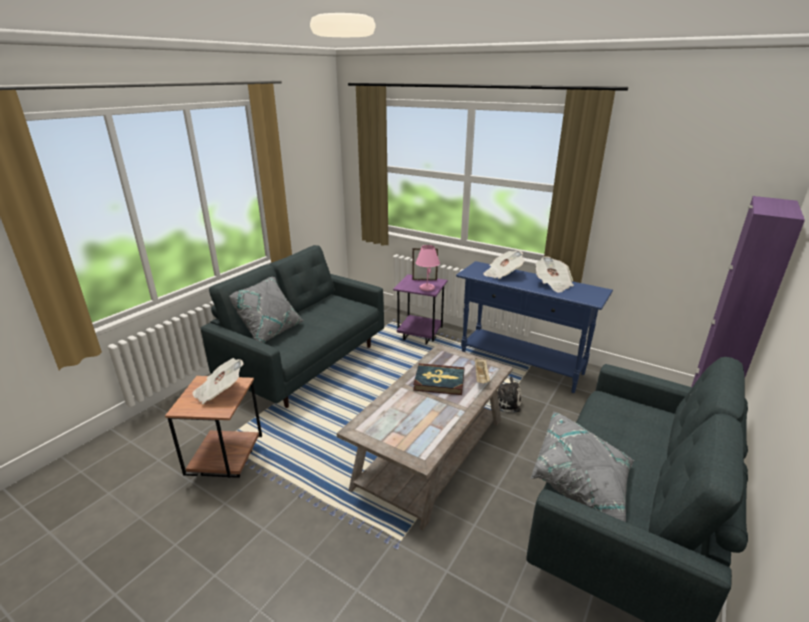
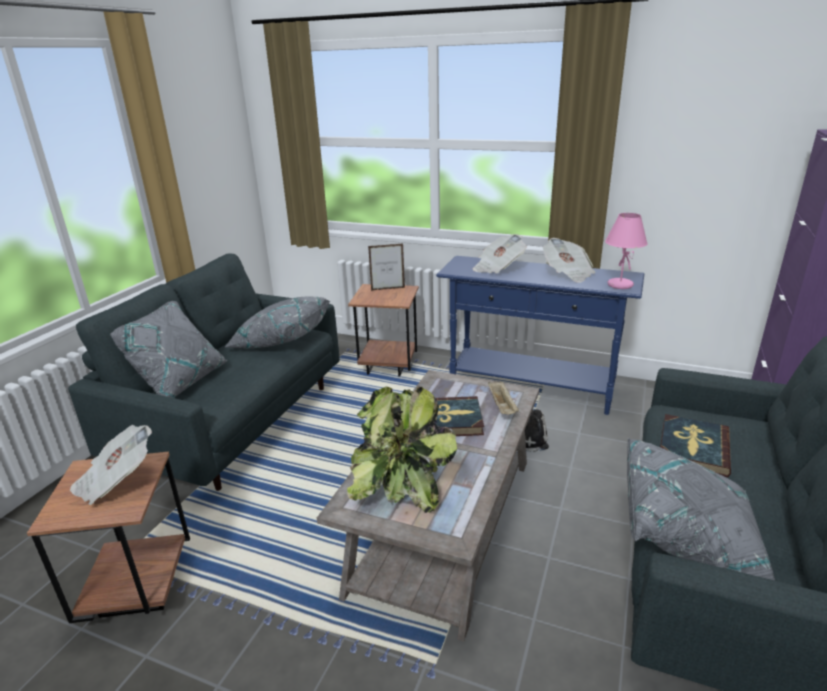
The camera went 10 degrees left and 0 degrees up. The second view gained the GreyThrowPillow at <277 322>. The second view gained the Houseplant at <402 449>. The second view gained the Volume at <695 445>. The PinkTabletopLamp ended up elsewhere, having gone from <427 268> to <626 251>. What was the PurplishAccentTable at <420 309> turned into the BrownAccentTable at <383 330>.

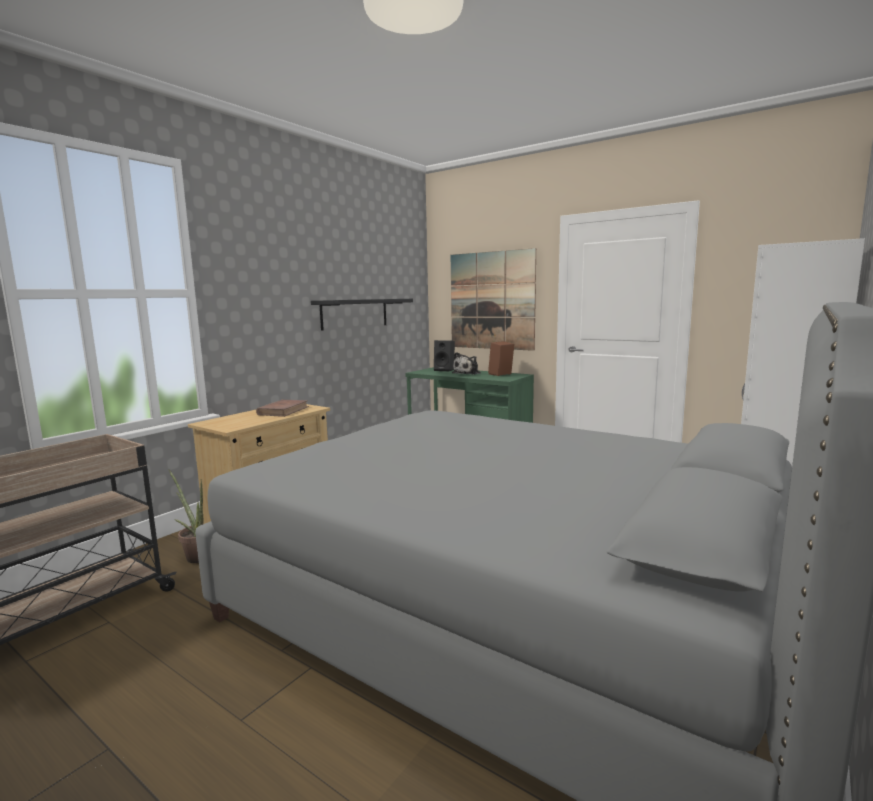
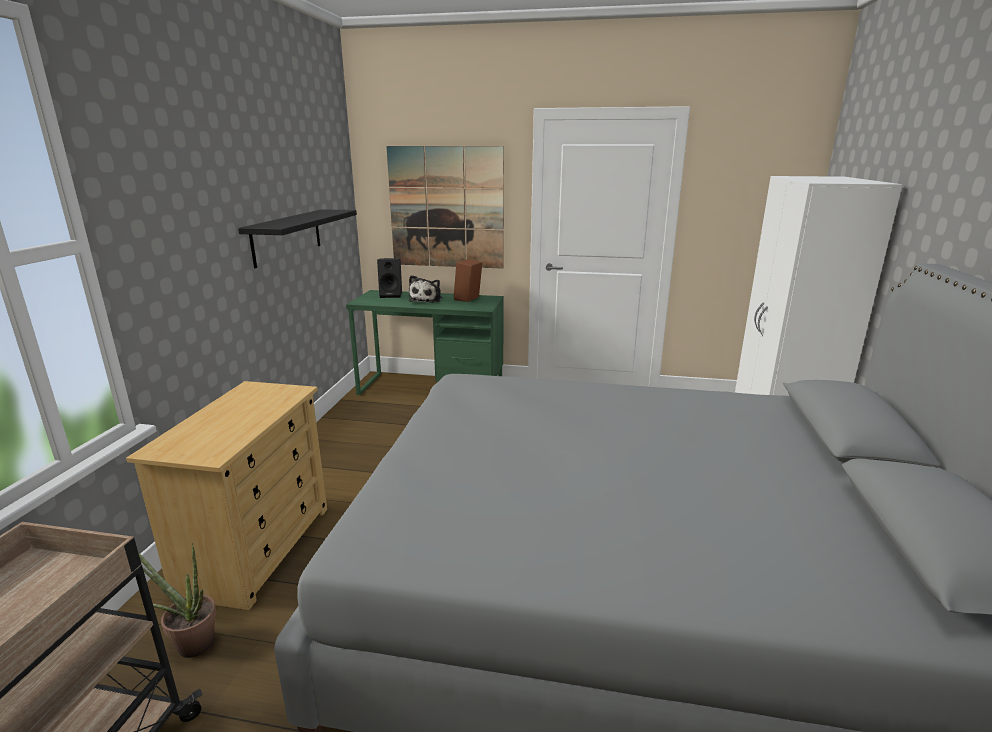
The camera went 25 degrees left and 10 degrees up. The second view lost the BrownVolume at <282 408>.

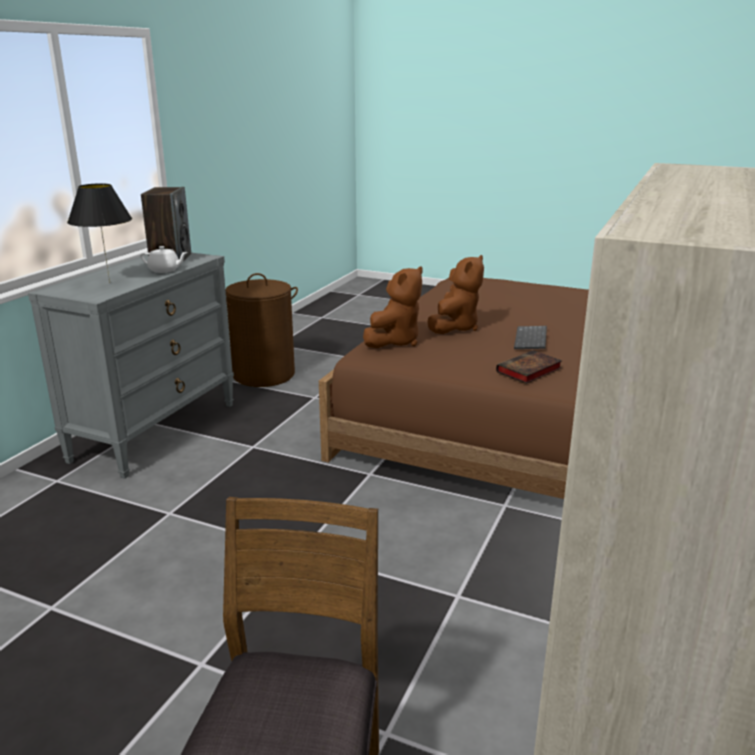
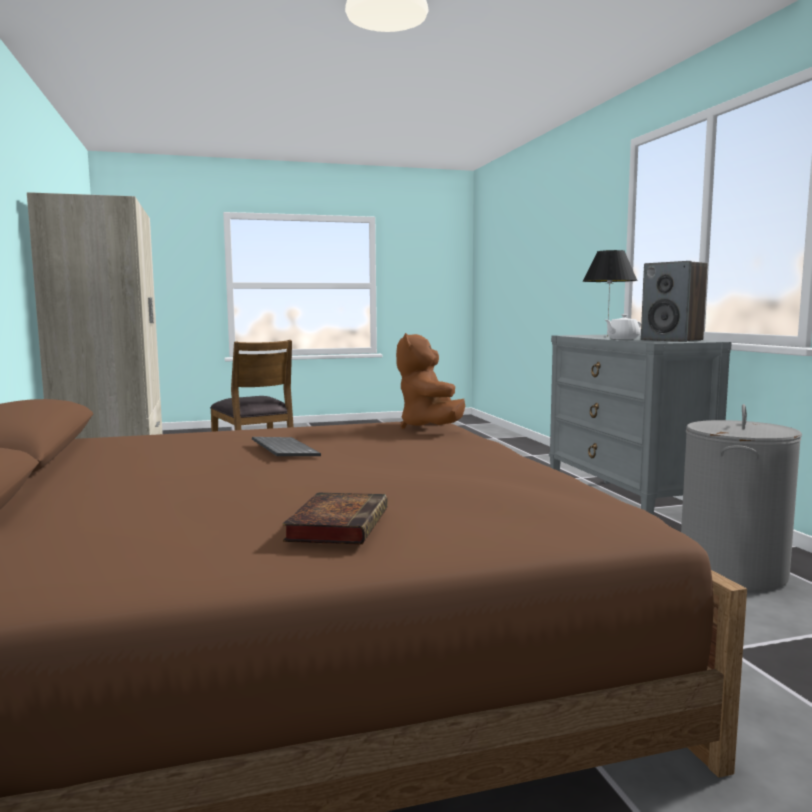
The camera went 140 degrees right and 15 degrees down. The second view lost the BrownPlushToy at <455 294>. The Volume ended up elsewhere, having gone from <529 367> to <335 519>. What was the BrownLaundryBasket at <261 330> turned into the GreyLaundryBasket at <741 497>.

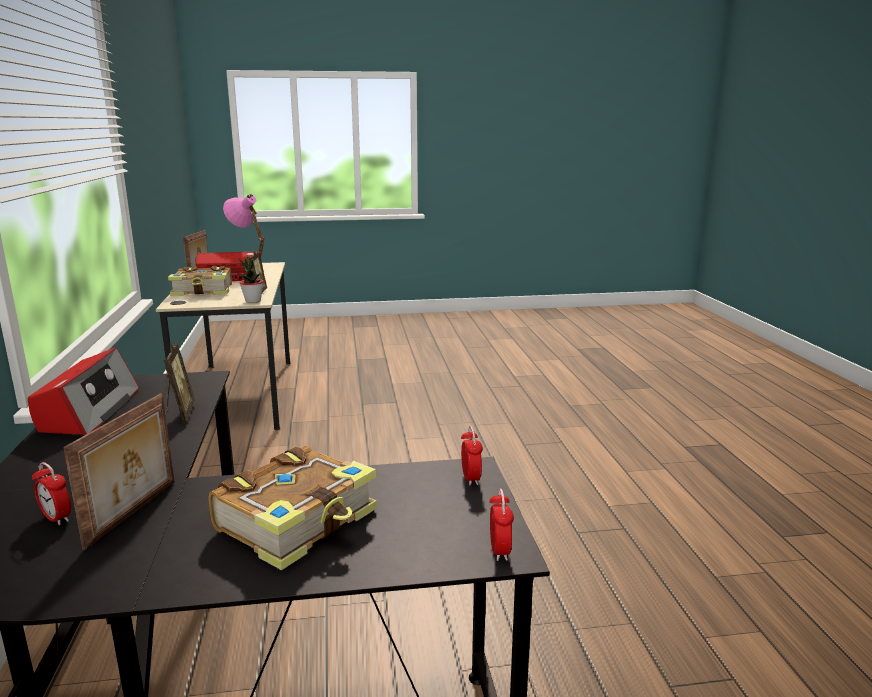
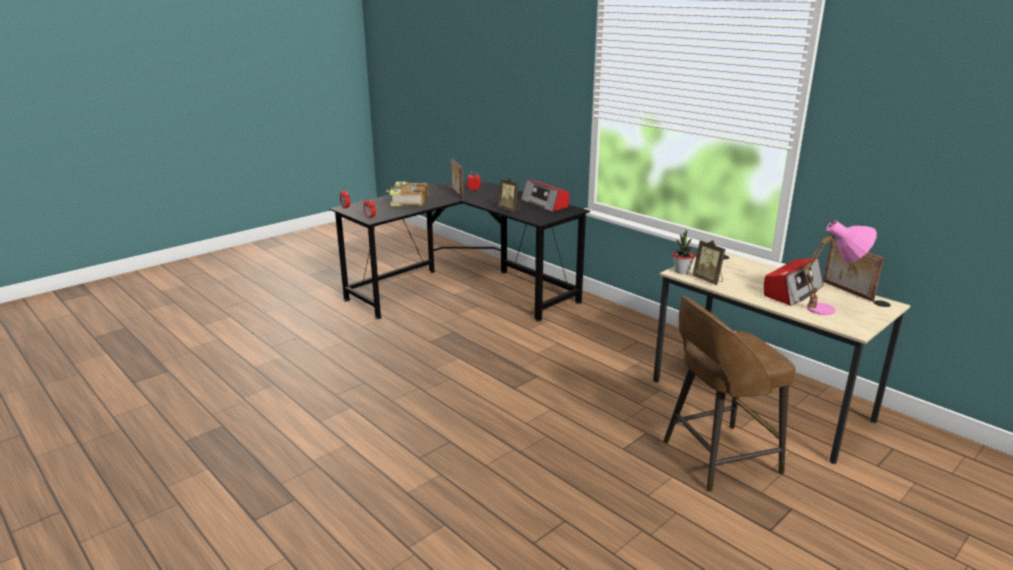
The camera went 145 degrees right and 5 degrees up. The second view lost the Volume at <200 281>. The second view gained the BrownStool at <729 394>.

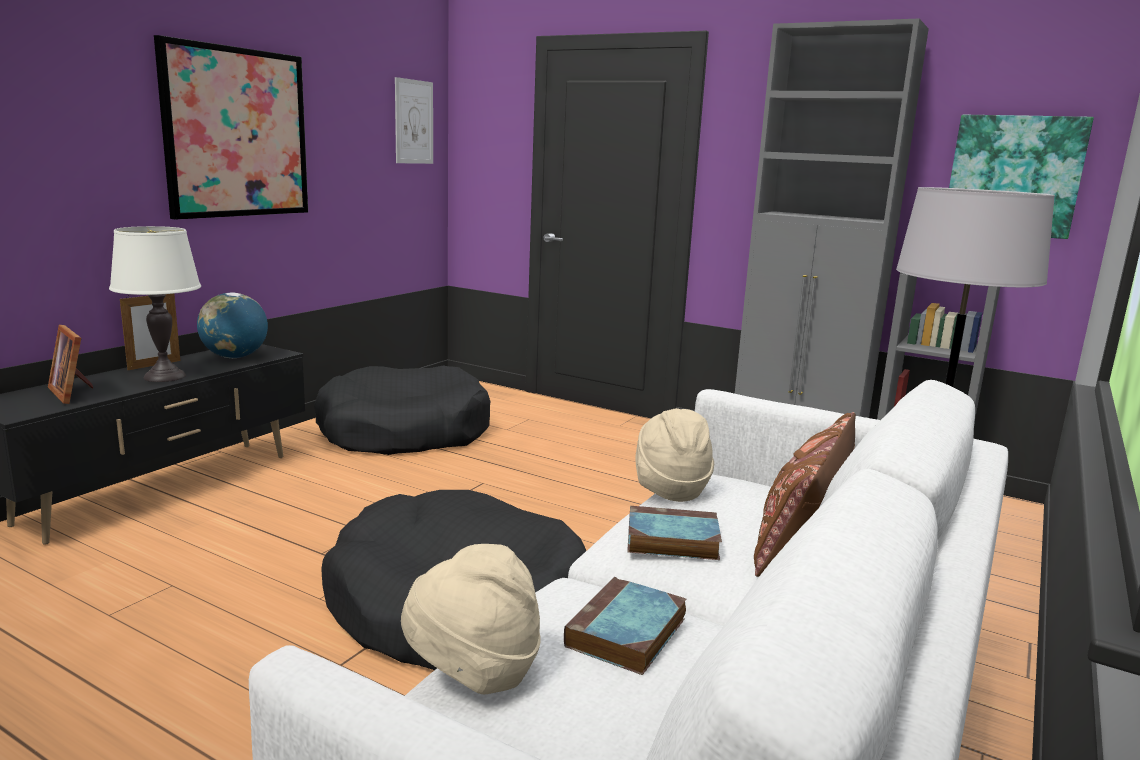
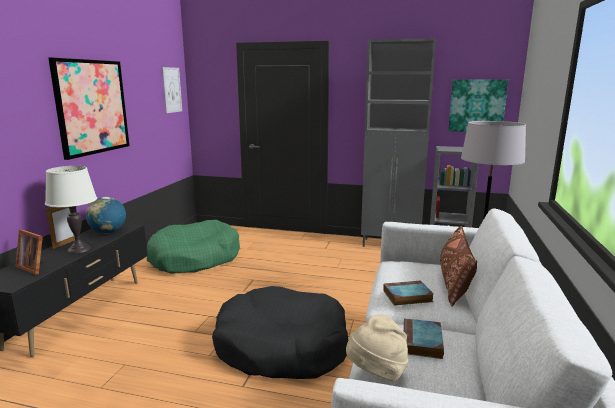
The camera went 15 degrees left and 0 degrees up. The second view lost the SandColouredWearableHat at <674 455>. What was the BlackColouredPetBed at <402 410> turned into the GreenColouredPetBed at <193 247>.

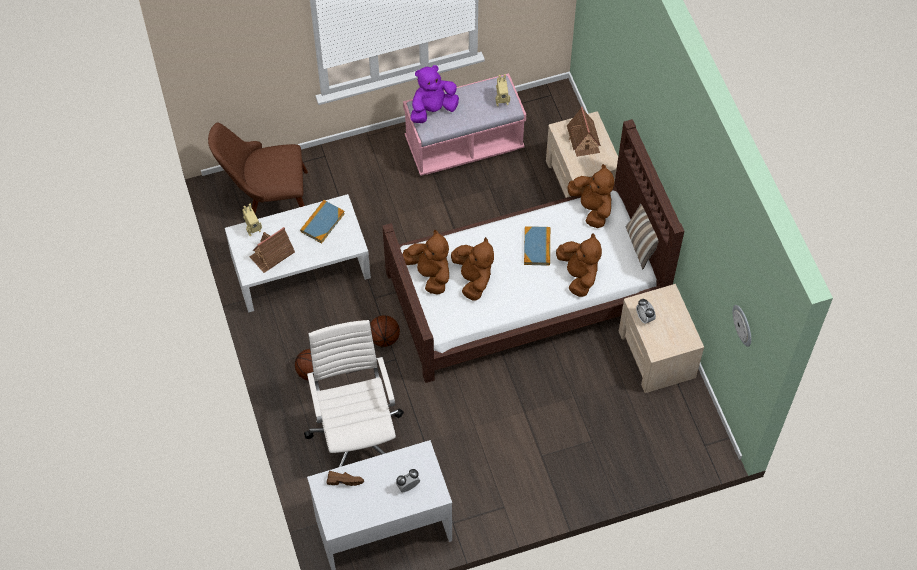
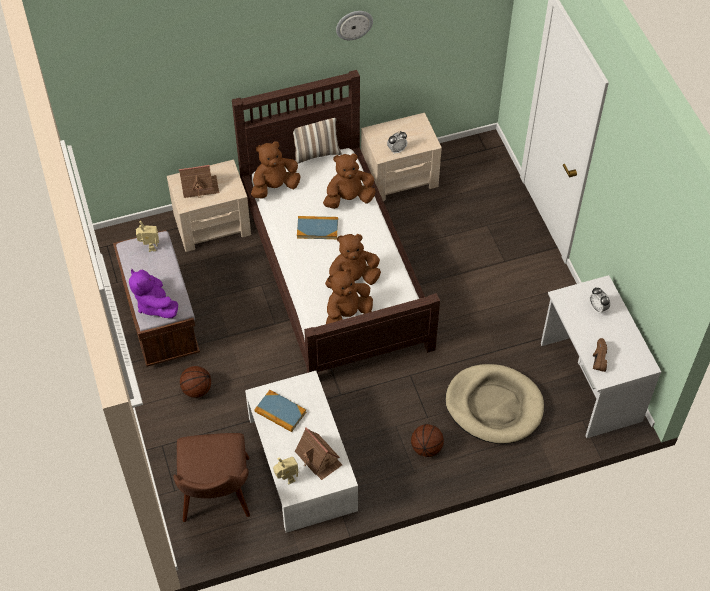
The camera went 90 degrees left and 5 degrees down. The Basketball ended up elsewhere, having gone from <385 331> to <195 382>. The WallClock ended up elsewhere, having gone from <742 326> to <354 25>. Where the WhitishOfficeChair stood at <354 393>, the SandColouredPetBed came to stand at <494 404>. What was the PinkIndoorBench at <464 124> turned into the BrownIndoorBench at <156 298>.

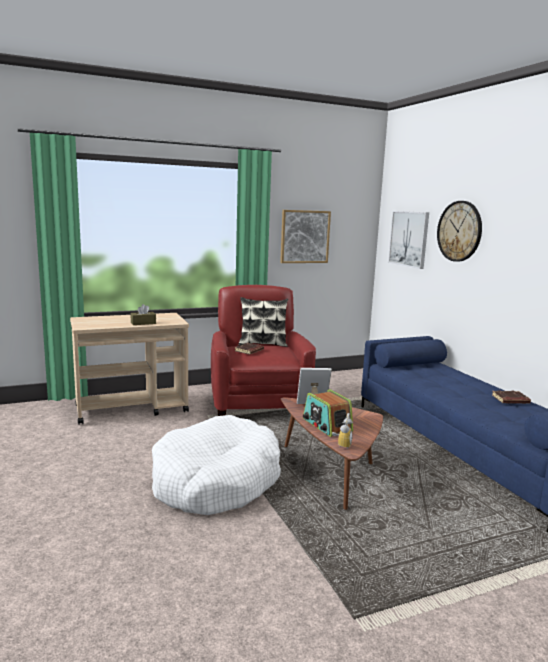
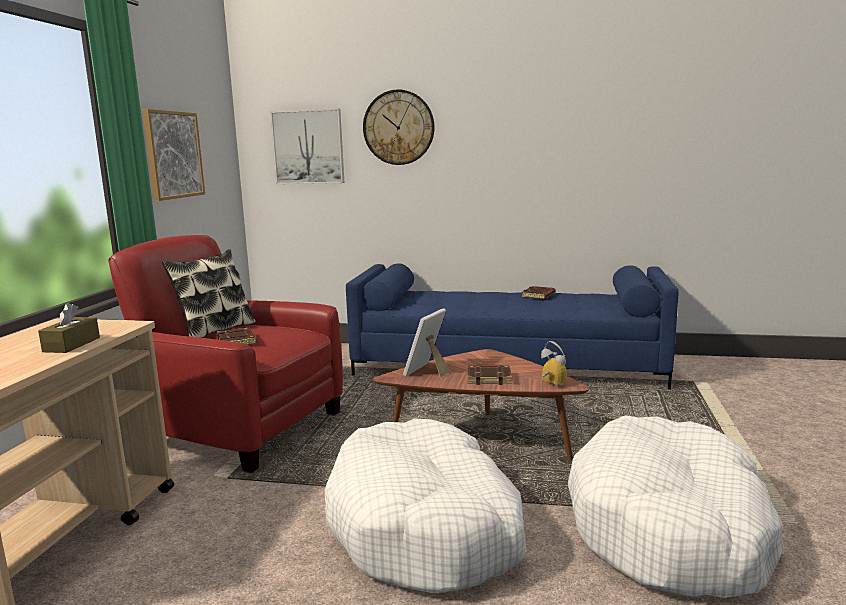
The camera went 55 degrees left and 0 degrees up. The second view gained the WhitishPetBed at <676 506>. Where the Radio stood at <328 413>, the BrownVolume came to stand at <489 375>.

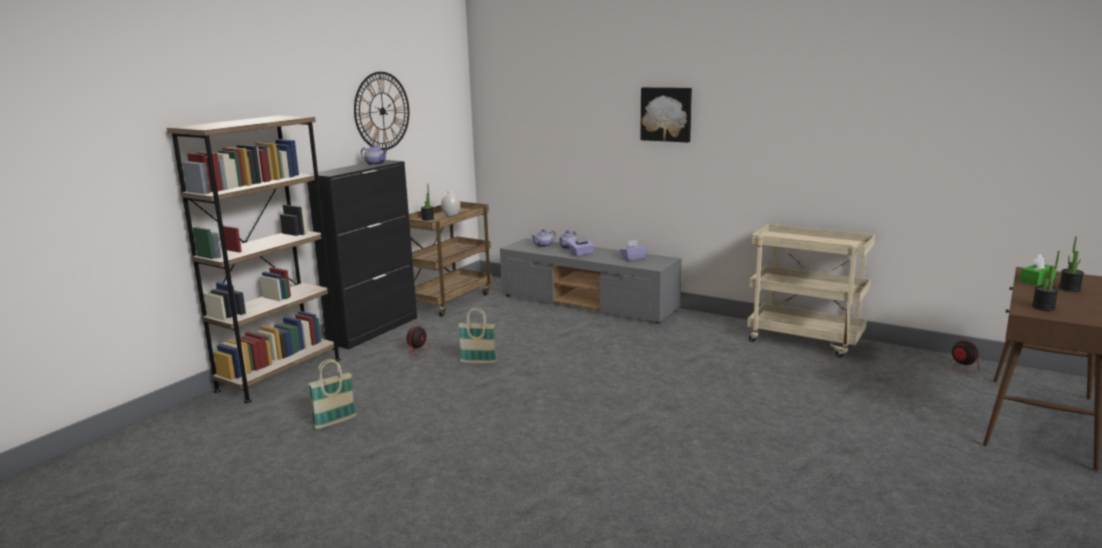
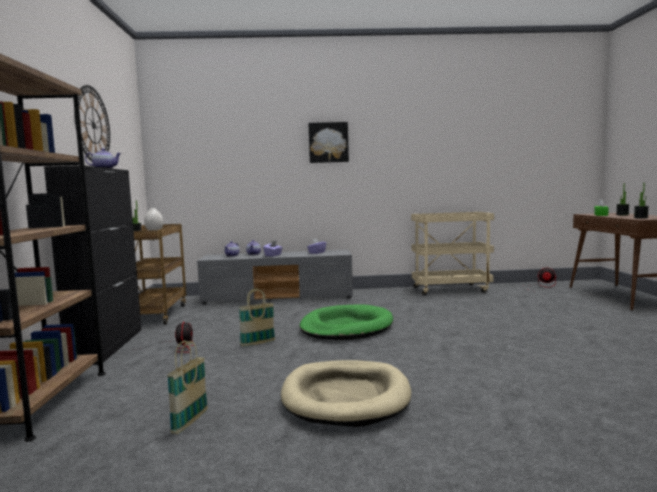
The camera went 35 degrees left and 10 degrees down. The second view gained the SandColouredPetBed at <346 393>. The second view gained the GreenColouredPetBed at <346 322>.

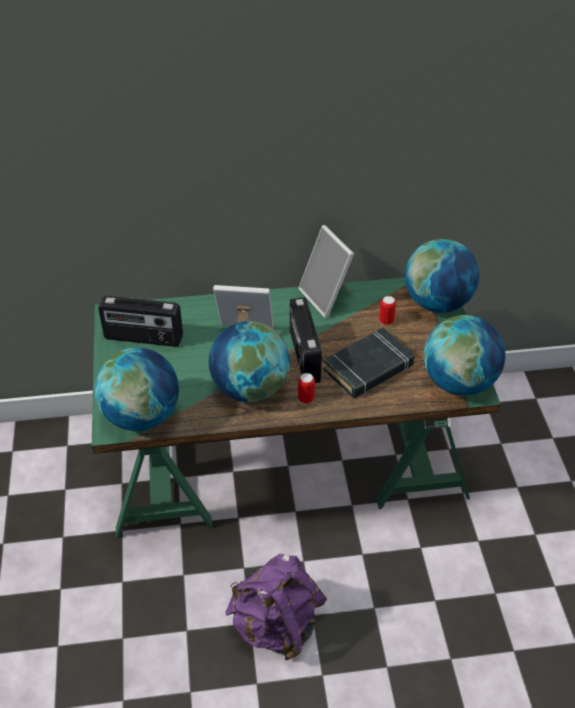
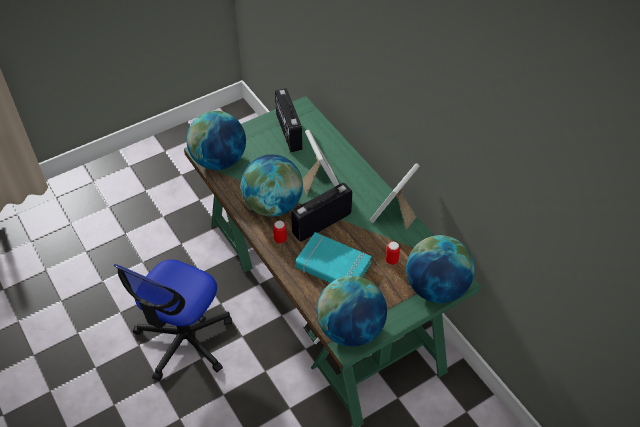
The camera went 65 degrees right and 5 degrees up. Where the PurplishBackpack stood at <276 607>, the OfficeChair came to stand at <173 320>. What was the BlackColouredVolume at <369 363> turned into the TurquoiseColouredVolume at <334 257>.

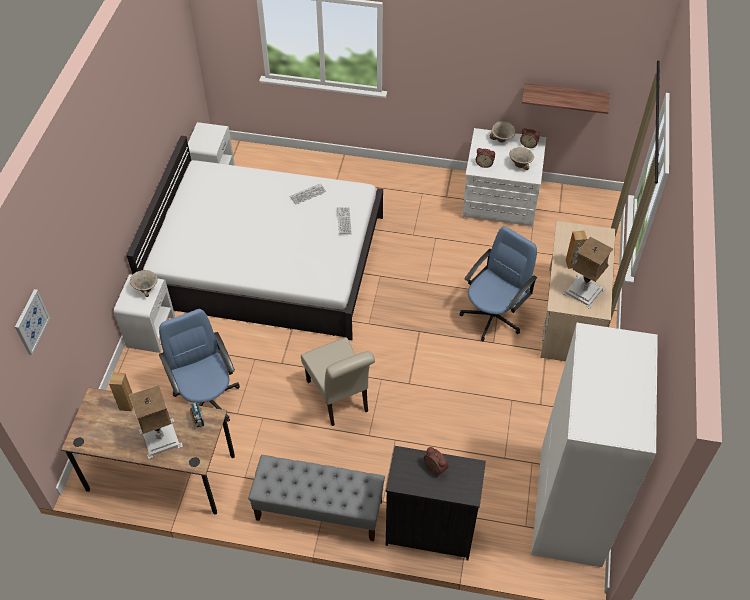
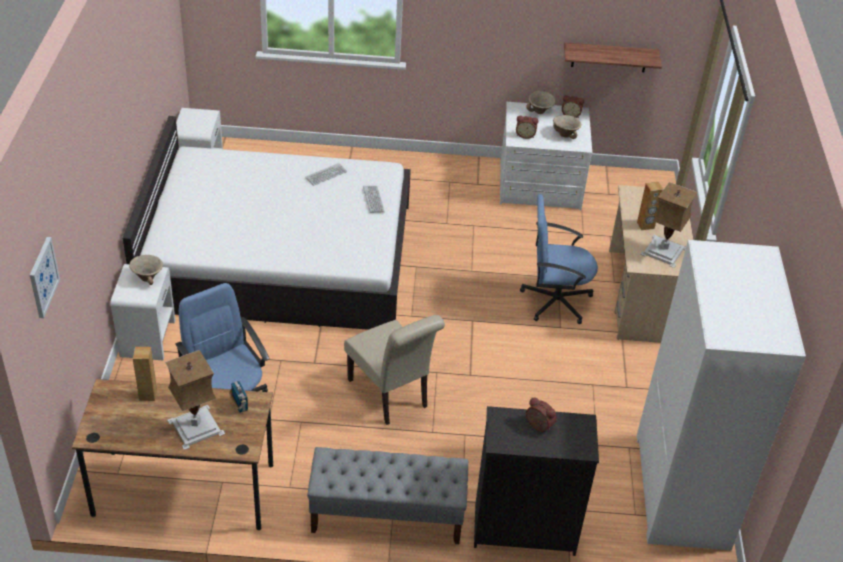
The camera went 10 degrees left and 10 degrees down. The BluishOfficeChair at <498 283> ended up facing another way, 120 degrees counterclockwise from before.

